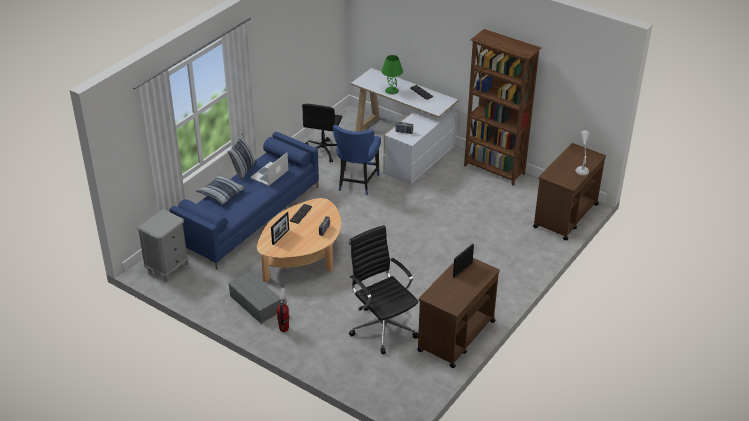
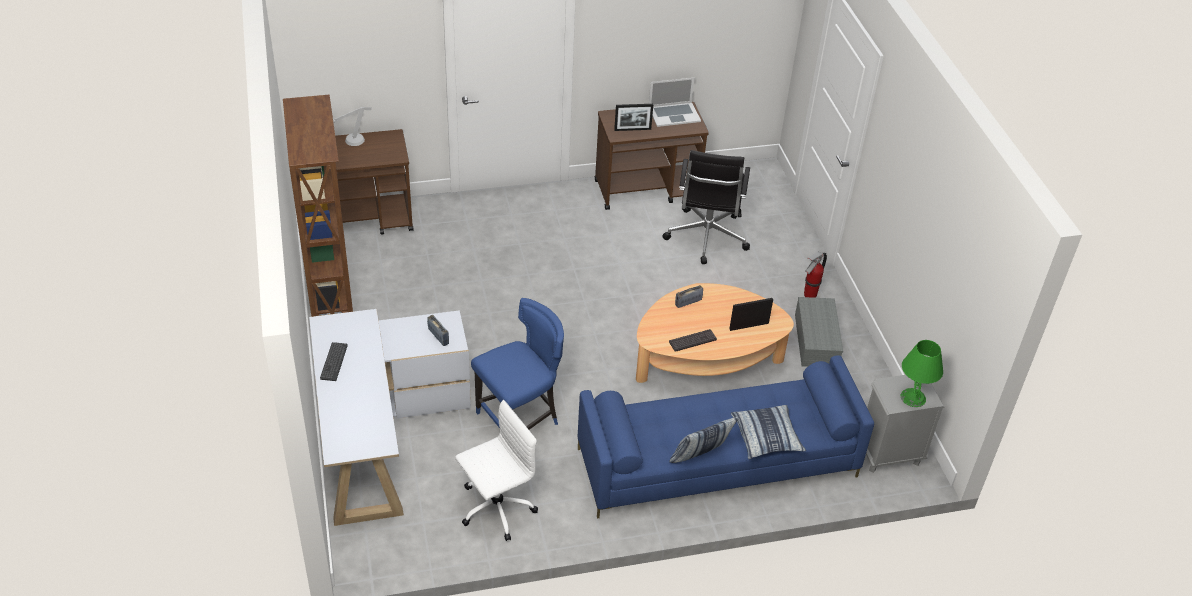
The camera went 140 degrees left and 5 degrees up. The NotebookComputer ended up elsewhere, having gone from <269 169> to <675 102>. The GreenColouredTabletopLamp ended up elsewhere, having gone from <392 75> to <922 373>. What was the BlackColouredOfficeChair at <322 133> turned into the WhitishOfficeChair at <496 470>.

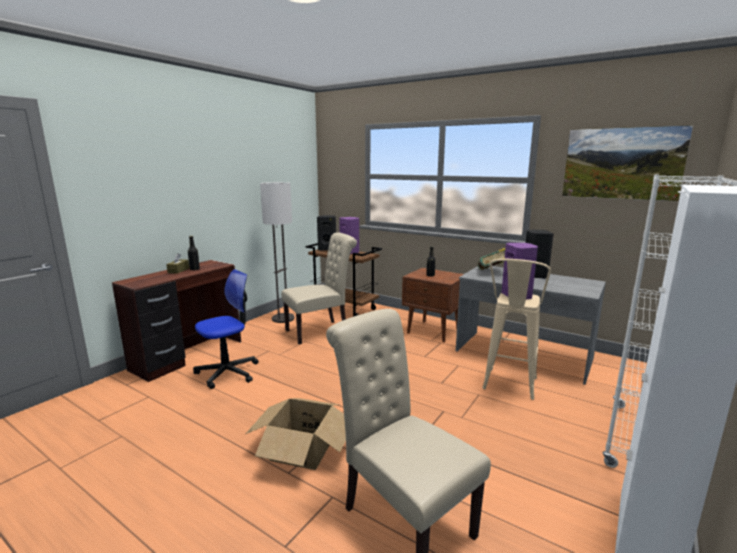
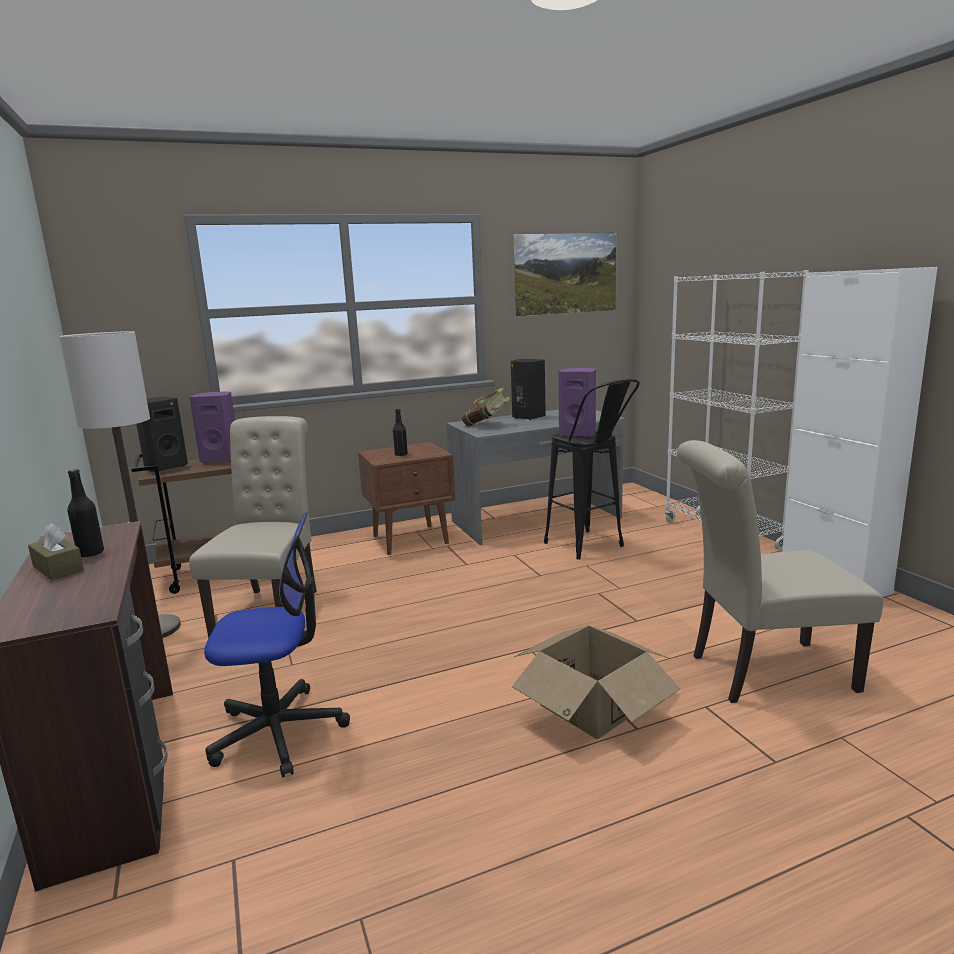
The camera went 55 degrees left and 0 degrees up. What was the SandColouredStool at <516 329> turned into the BlackColouredStool at <592 469>. The OfficeChair at <226 329> ended up facing another way, 90 degrees clockwise from before.

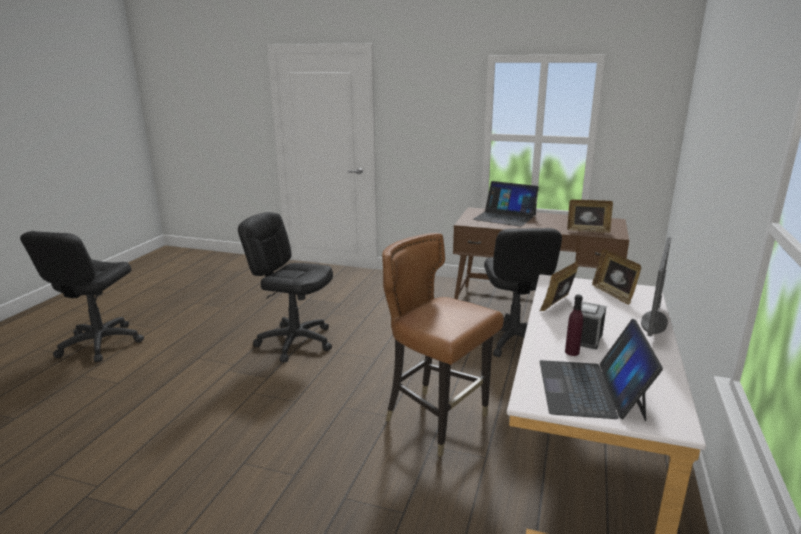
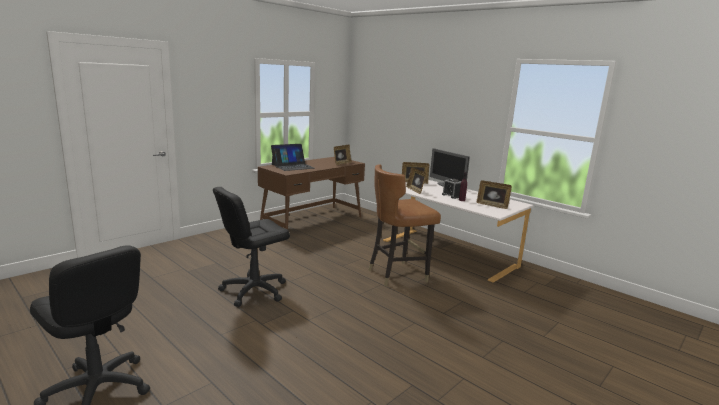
The camera went 65 degrees left and 5 degrees down. The second view lost the BlackColouredOfficeChair at <523 292>. Where the NotebookComputer stood at <601 370>, the PhotoFrame came to stand at <494 194>.

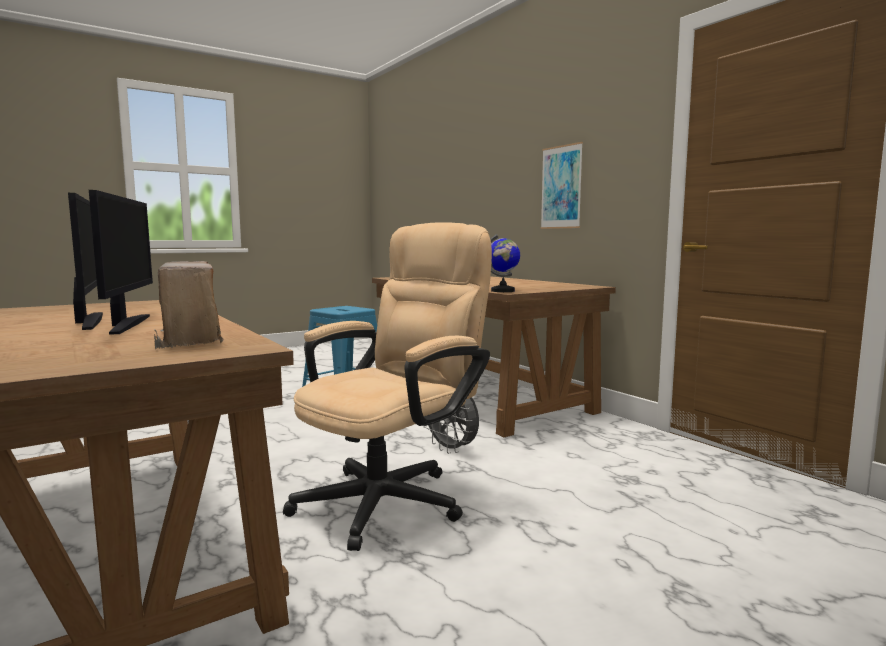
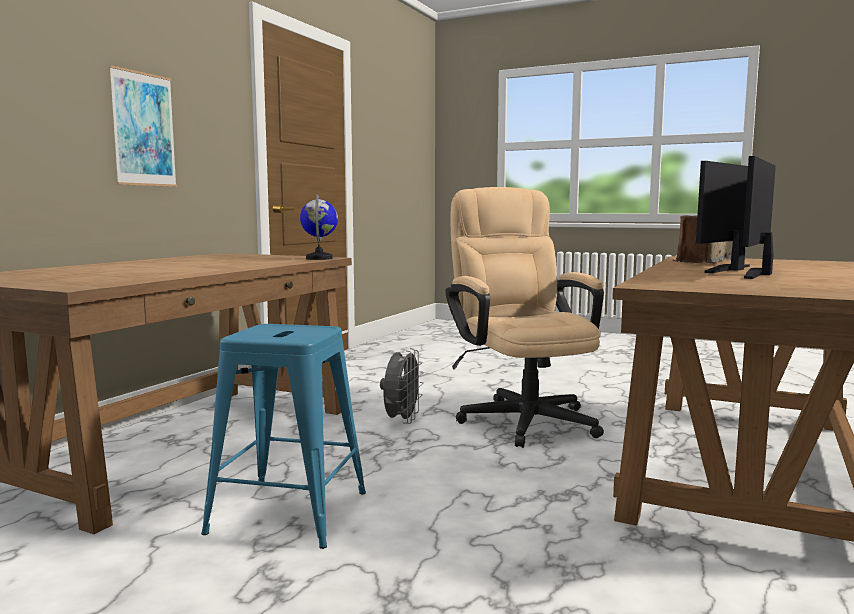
The camera went 120 degrees left and 0 degrees up. The SandColouredOfficeChair at <387 386> ended up facing another way, 60 degrees clockwise from before.

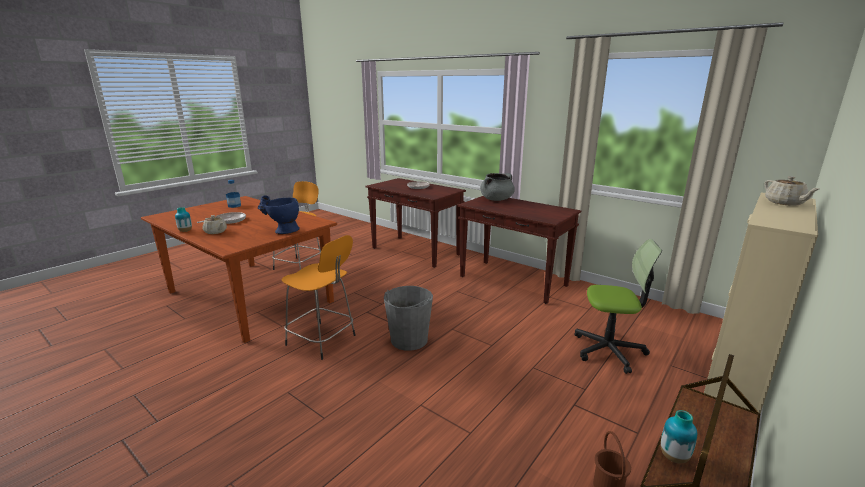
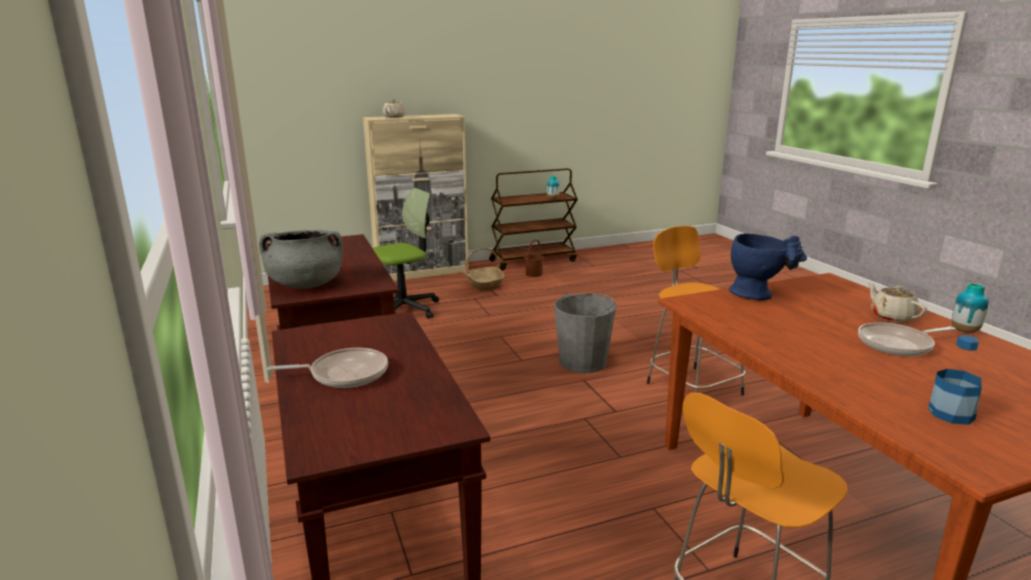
The camera went 150 degrees left and 0 degrees up. The second view gained the Basket at <484 269>. The OfficeChair at <618 306> ended up facing another way, 105 degrees clockwise from before.

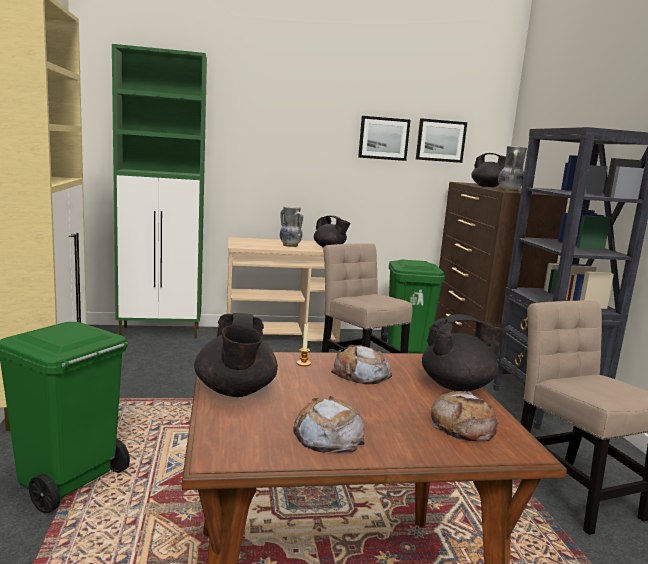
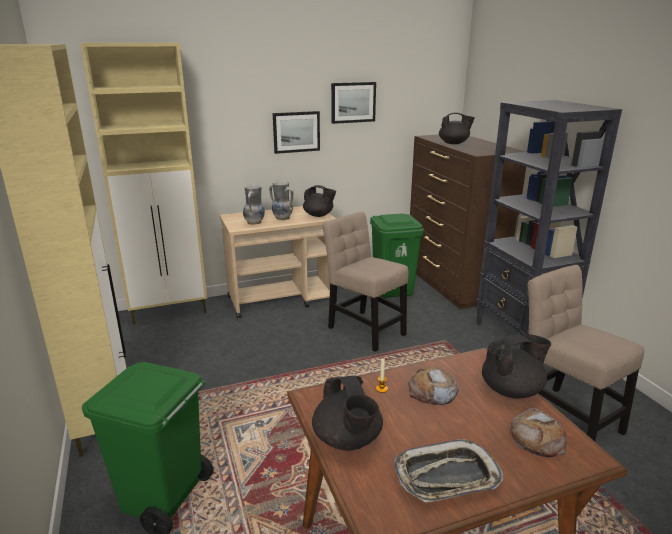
The camera went 10 degrees left and 10 degrees up. The Picture ended up elsewhere, having gone from <441 140> to <296 132>. The DecorativeVase ended up elsewhere, having gone from <512 169> to <254 204>. Where the Bread stood at <329 424>, the CarryingTray came to stand at <448 471>. What was the GreenColouredCupboard at <159 191> turned into the SandColouredCupboard at <143 184>.

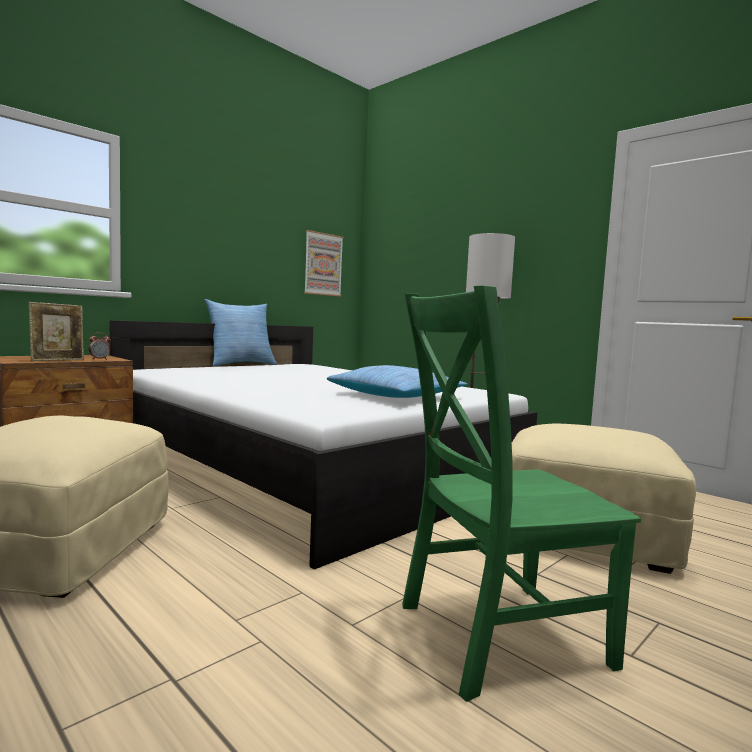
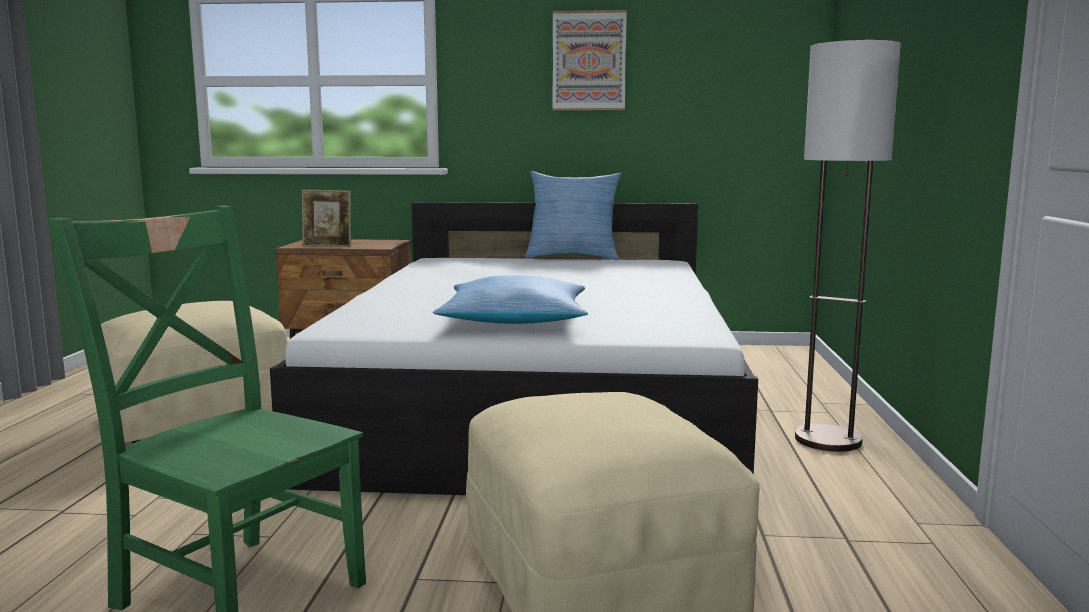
The camera went 50 degrees right and 5 degrees up. The second view lost the BedsideClock at <100 346>. The Picture ended up elsewhere, having gone from <324 263> to <589 60>.

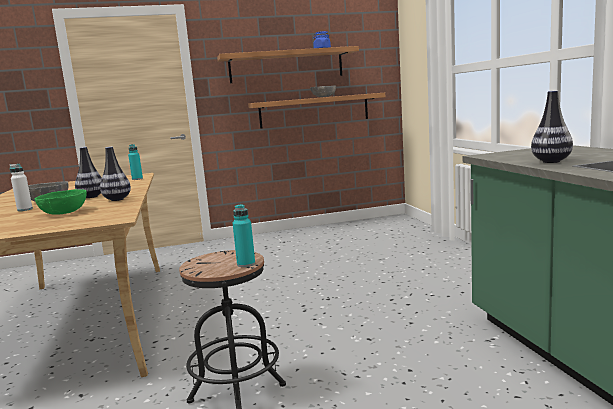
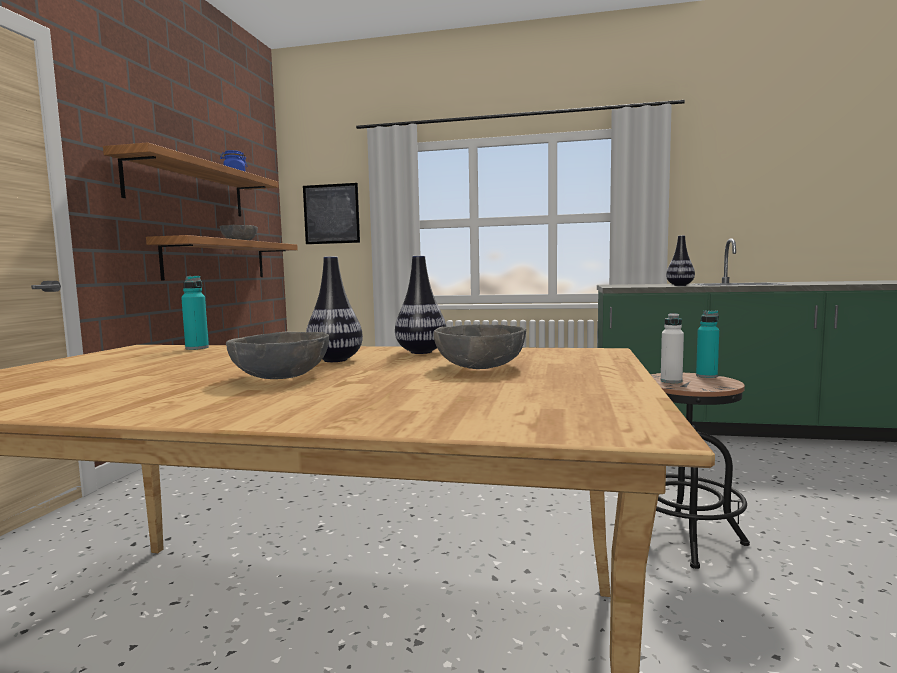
The camera went 65 degrees left and 5 degrees down. The second view gained the Picture at <331 213>. The WhitishDrinkBottle ended up elsewhere, having gone from <21 187> to <672 348>. What was the GreenColouredServingBowl at <60 202> turned into the GreyServingBowl at <480 346>.

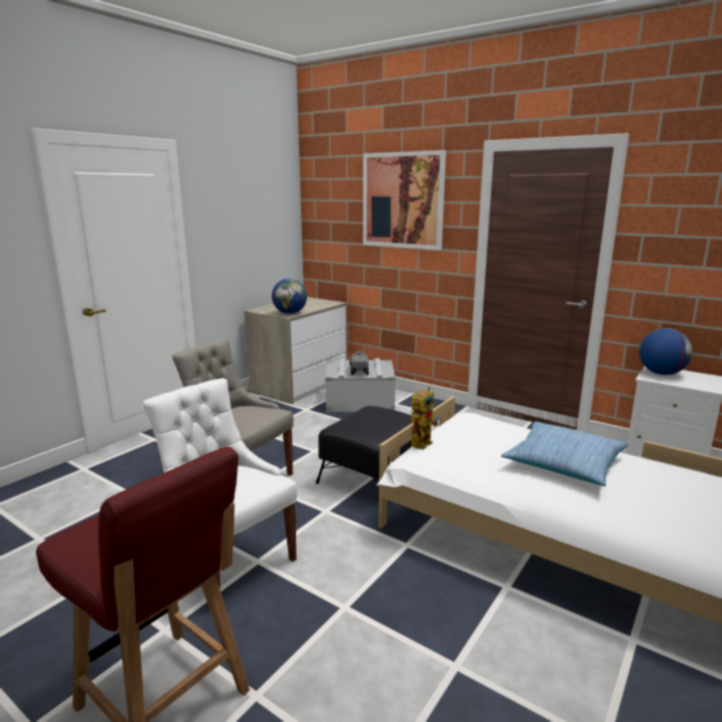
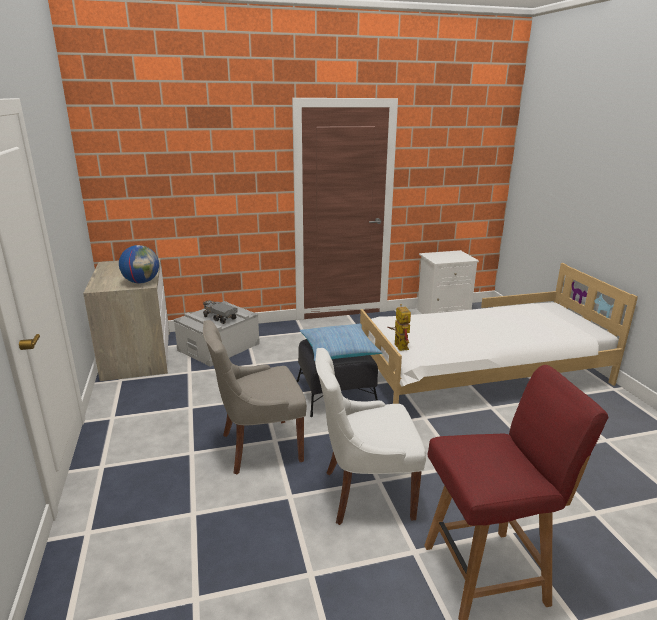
The camera went 50 degrees left and 5 degrees up. The second view lost the Picture at <404 200>. The second view lost the DeskGlobe at <665 351>. The ThrowPillow ended up elsewhere, having gone from <565 454> to <341 342>.

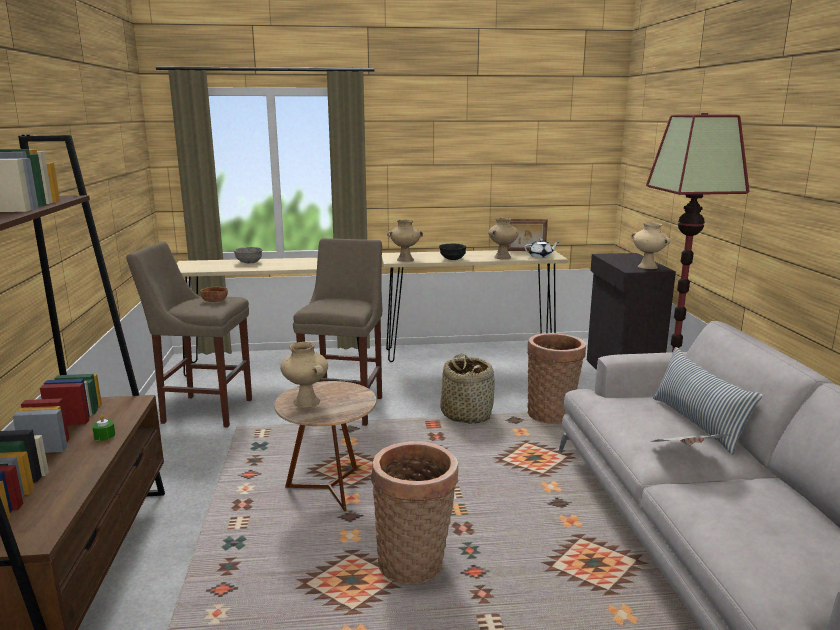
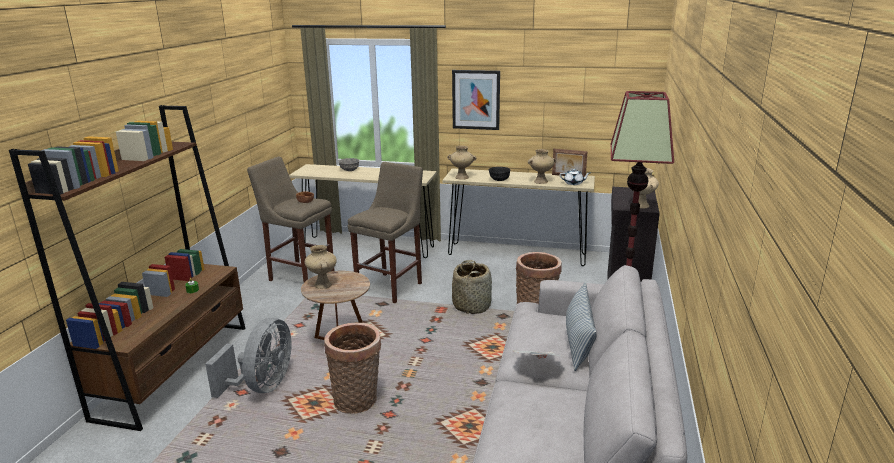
The camera went 20 degrees right and 5 degrees up. The second view gained the GreyFan at <248 358>. The second view gained the Picture at <476 100>.

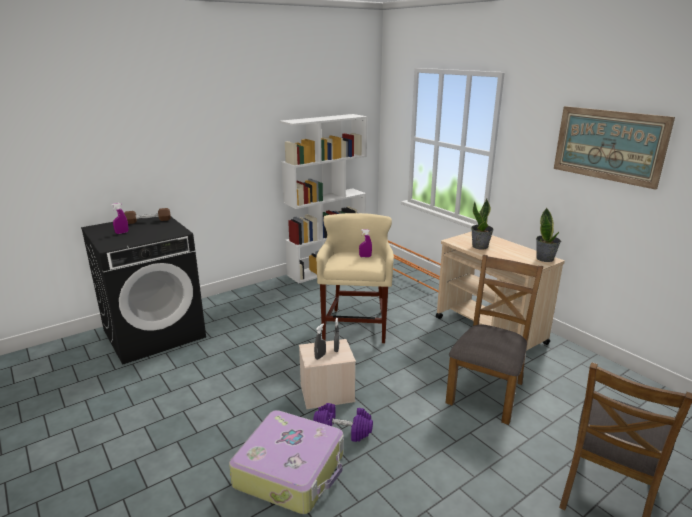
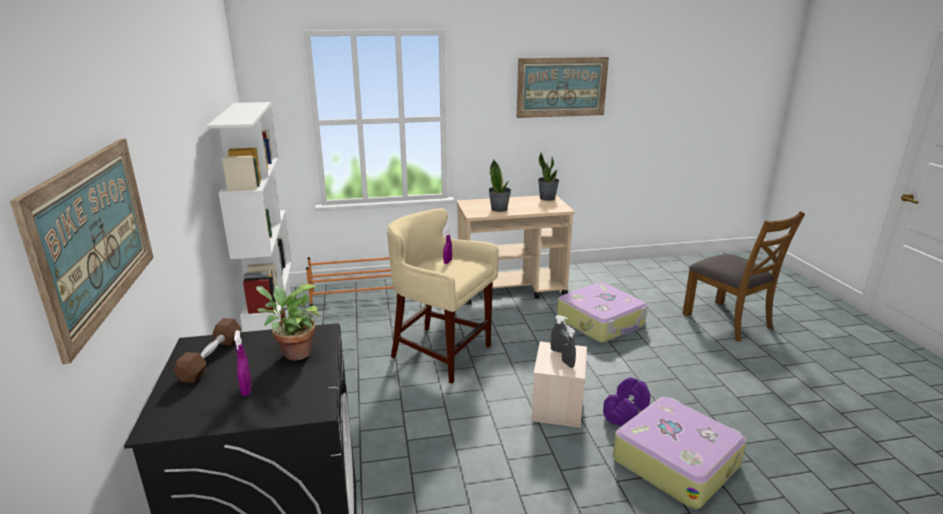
The camera went 65 degrees left and 0 degrees up. The second view gained the Picture at <81 251>. The second view gained the Houseplant at <288 322>. Where the BrownPlainChair stood at <494 340>, the TravelCase came to stand at <602 312>.

